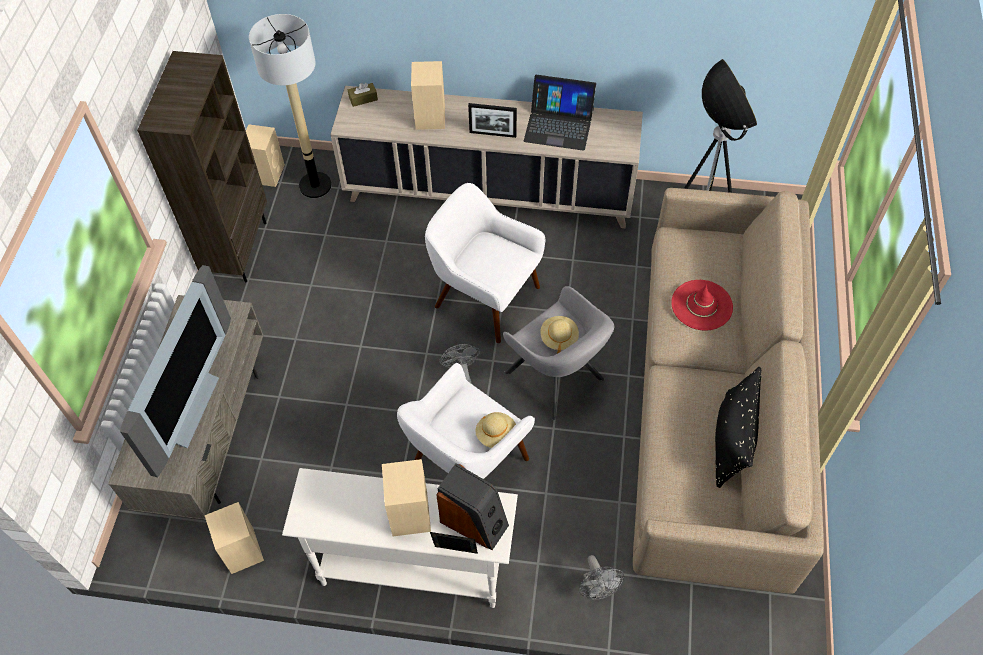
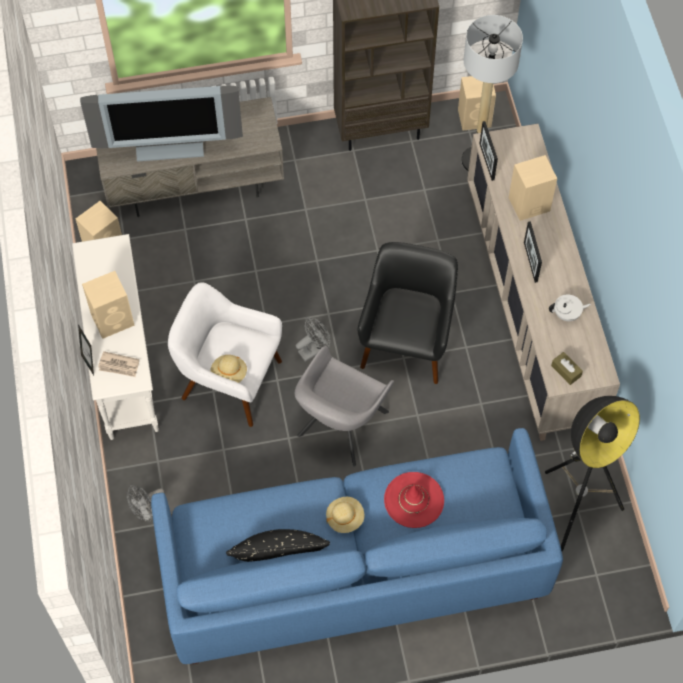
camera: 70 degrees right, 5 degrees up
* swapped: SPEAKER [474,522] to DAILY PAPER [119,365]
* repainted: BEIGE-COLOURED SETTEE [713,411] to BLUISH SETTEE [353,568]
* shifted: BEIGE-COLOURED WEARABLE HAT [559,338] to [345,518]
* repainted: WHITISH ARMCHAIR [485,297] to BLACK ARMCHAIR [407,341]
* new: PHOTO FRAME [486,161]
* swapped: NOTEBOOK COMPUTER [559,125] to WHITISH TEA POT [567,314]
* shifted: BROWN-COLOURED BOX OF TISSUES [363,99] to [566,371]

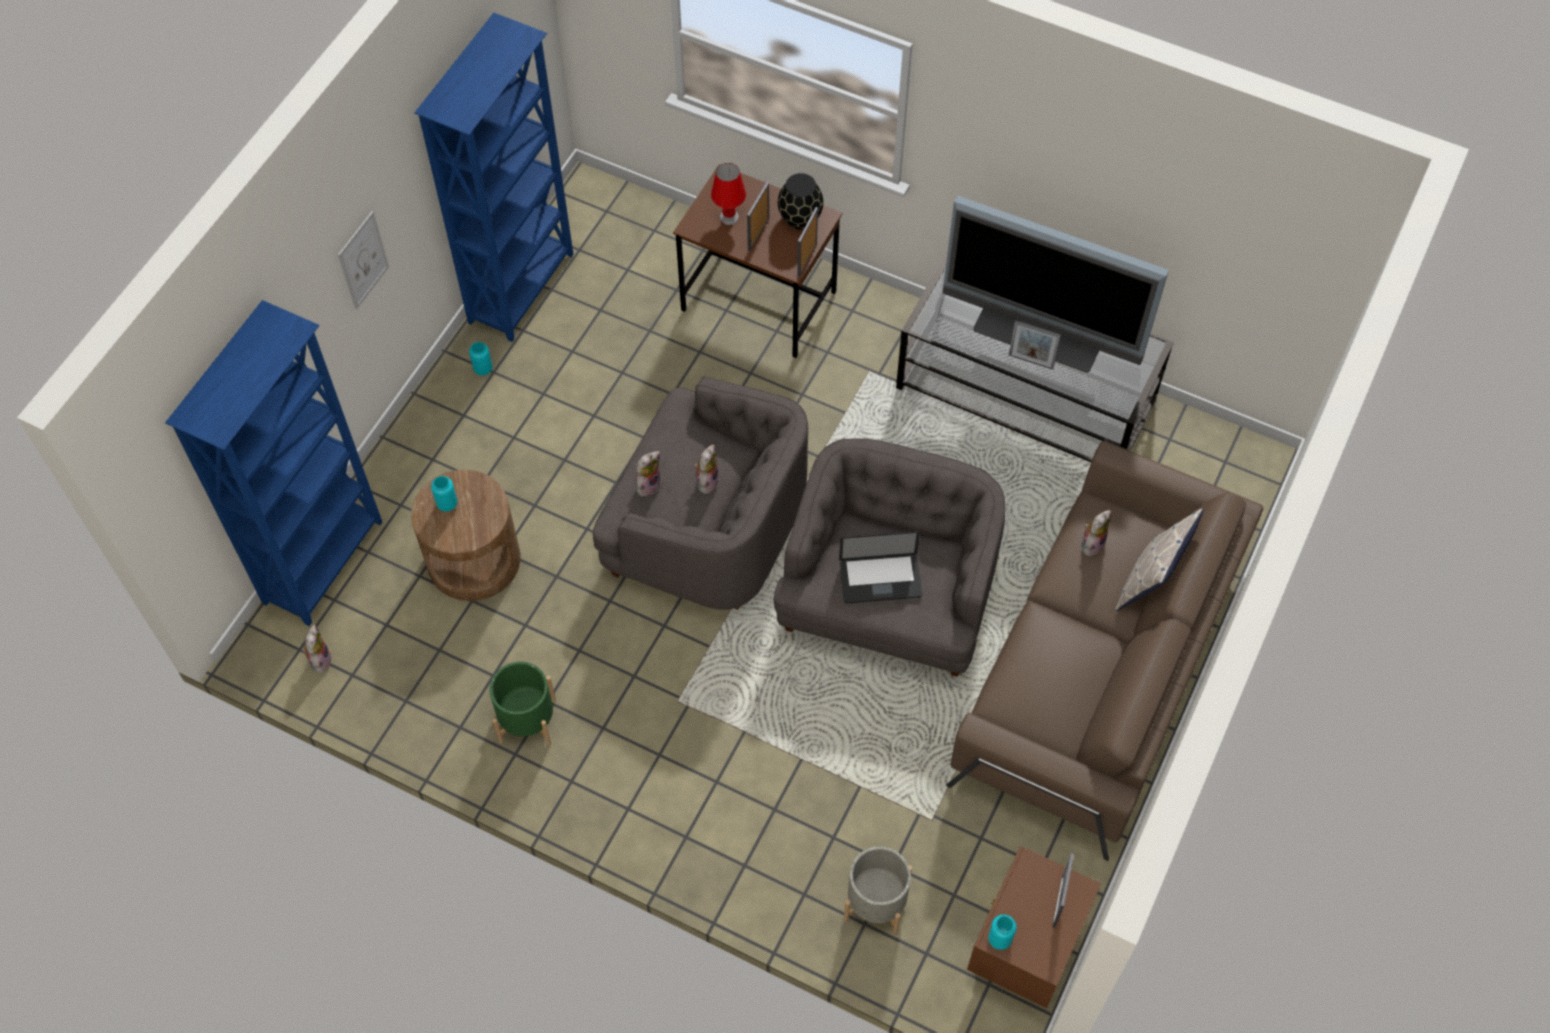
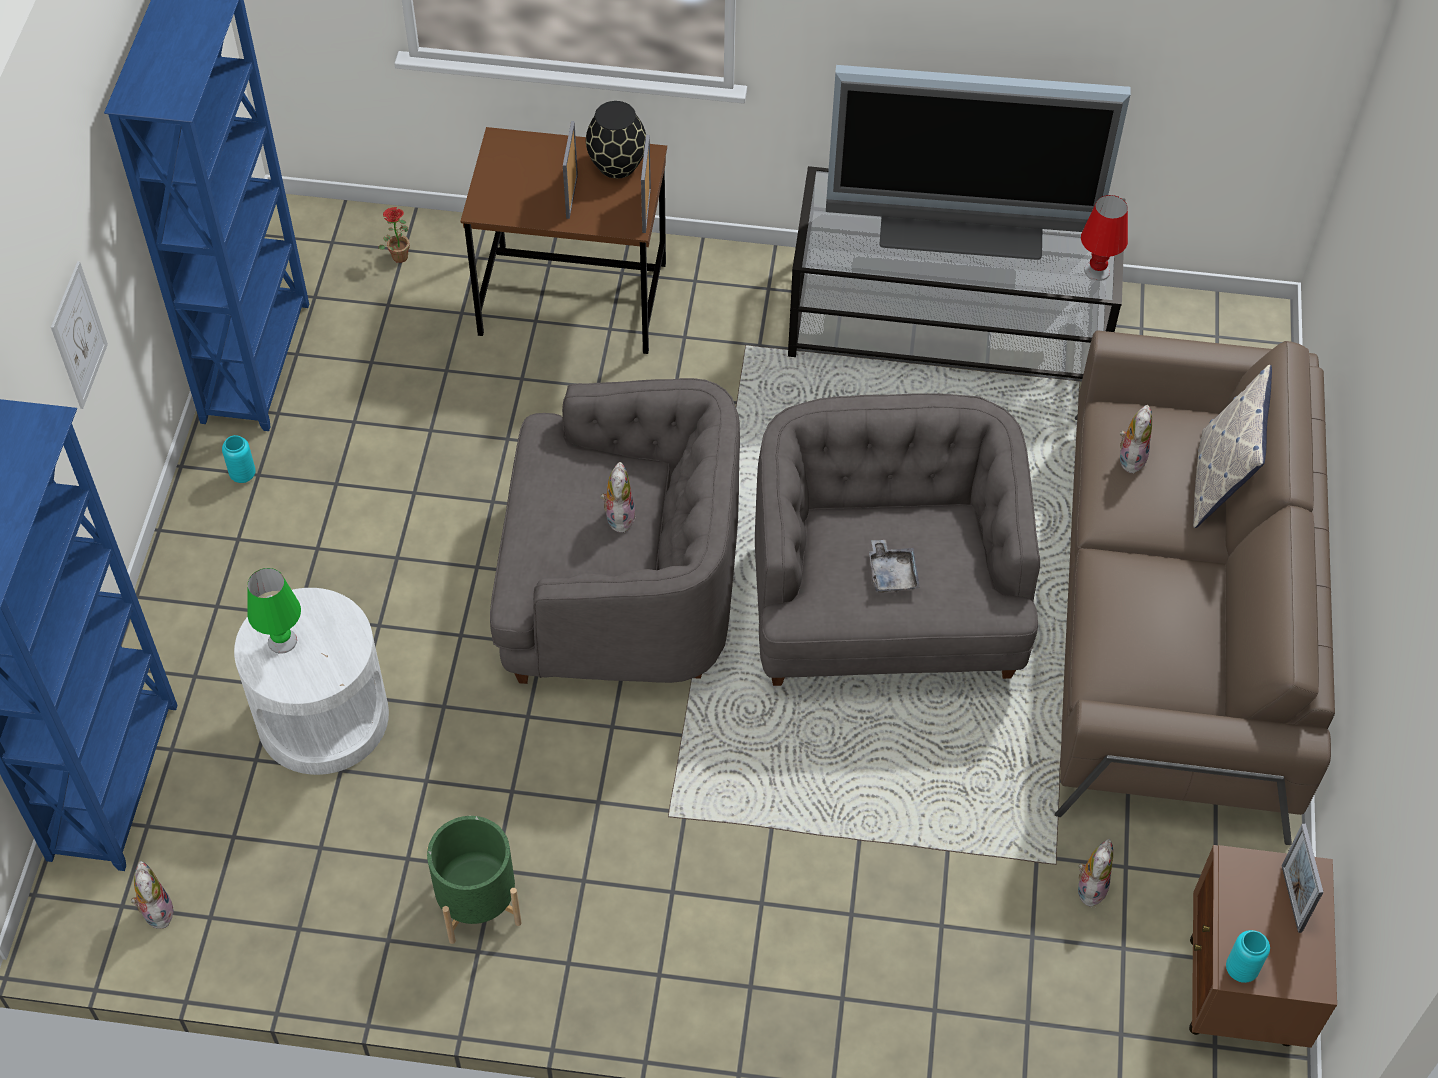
camera: 20 degrees left, 5 degrees down
* repainted: BROWN-COLOURED ACCENT TABLE [474,559] to WHITISH ACCENT TABLE [323,717]
* swapped: TURQUOISE-COLOURED VASE [447,504] to GREEN LAMP FOR A TABLE [282,641]
* new: POTTED PLANT [398,254]
* swapped: NOTEBOOK COMPUTER [880,579] to GREY CARRYING TRAY [892,573]
* shifted: SOFT TOY [648,484] to [1090,886]
* shifted: RED LAMP FOR A TABLE [729,217] to [1097,271]
* gone: GREY PLANT POT [876,902]
* gone: PHOTO FRAME [1030,361]

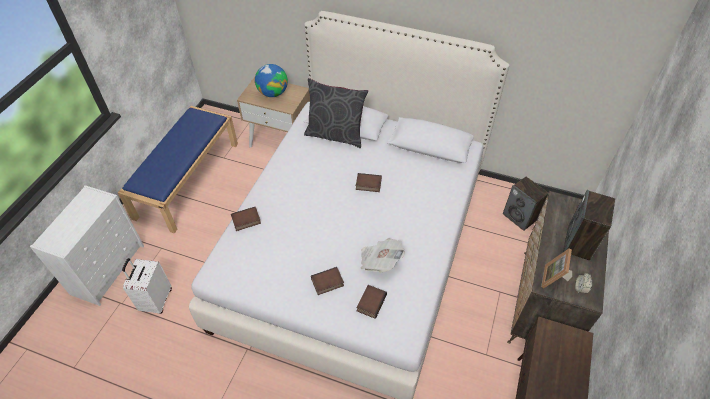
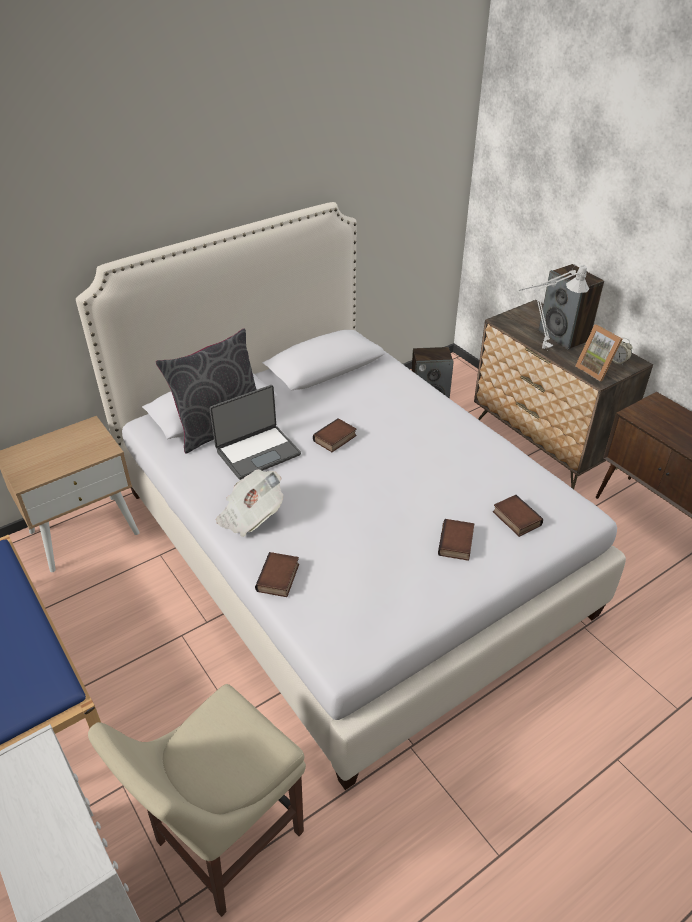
camera: 55 degrees left, 10 degrees down
* swapped: WHITISH PIECE OF LUGGAGE [156,300] to BEIGE-COLOURED UPRIGHT CHAIR [223,841]
* new: NOTEBOOK COMPUTER [257,452]
* shifted: DAILY PAPER [380,261] to [250,515]
* new: GREY LAMP FOR A TABLE [539,347]
* gone: GLOBE [273,93]

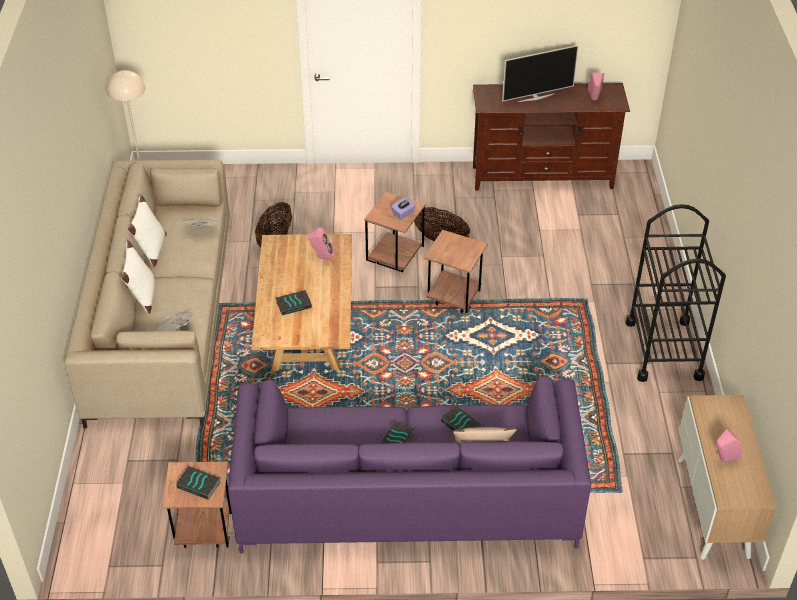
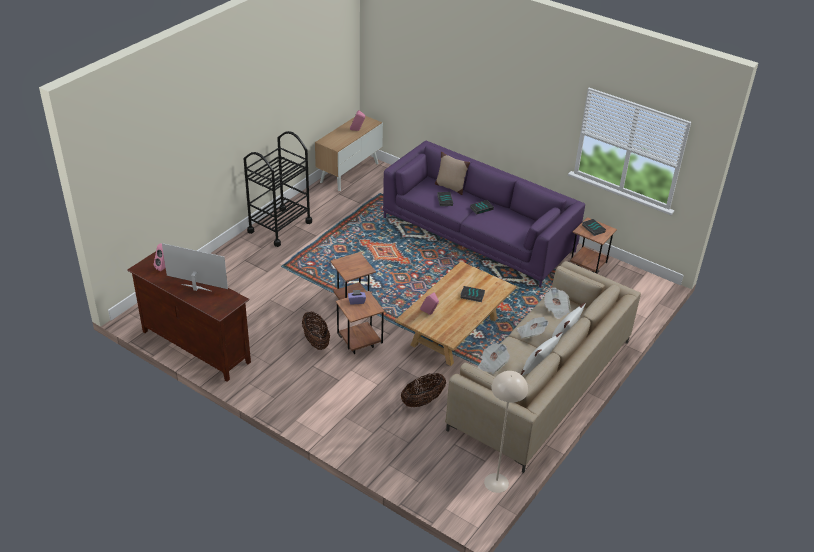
camera: 145 degrees left, 5 degrees down
* new: DAILY PAPER [531,333]

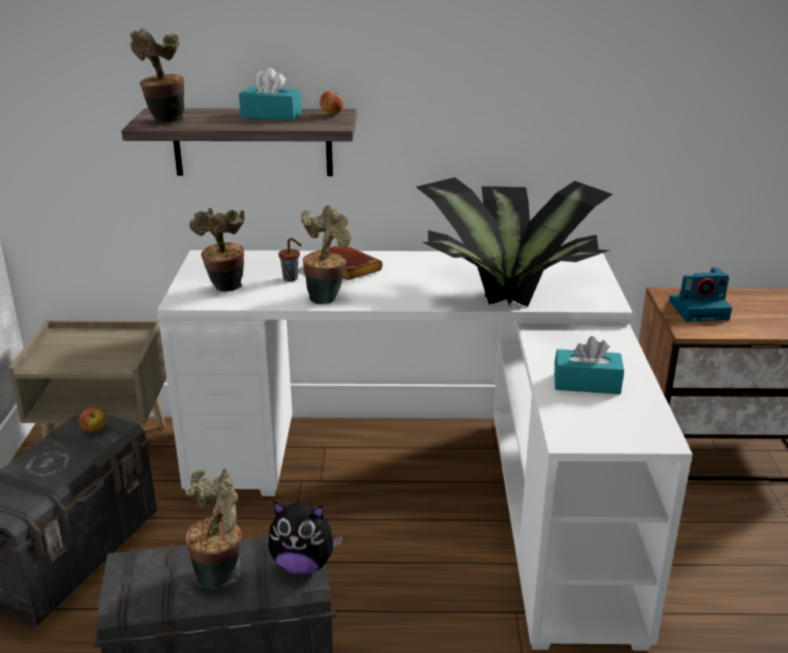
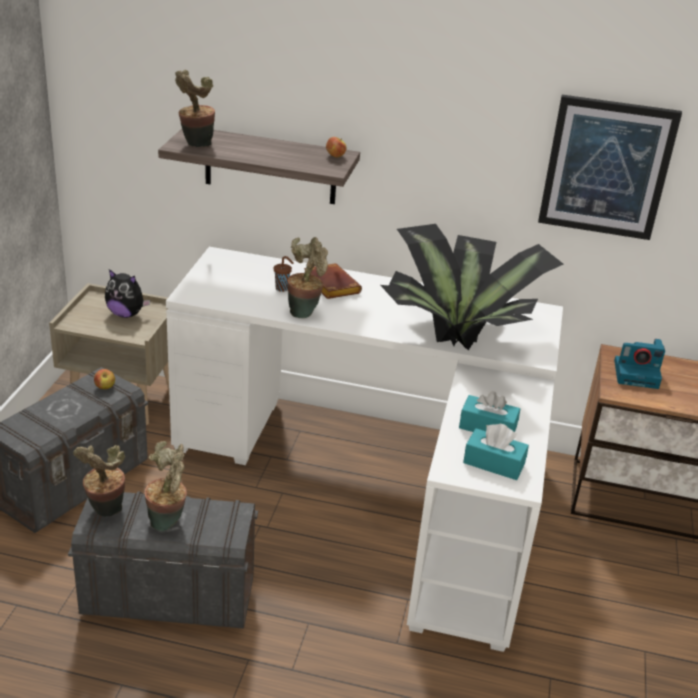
camera: 10 degrees right, 5 degrees up
* shifted: POTTED PLANT [225,289] to [105,511]
* shifted: SOFT TOY [303,564] to [126,314]
* shifted: TURQUOISE-COLOURED BOX OF TISSUES [271,115] to [494,463]
* new: WALL ART [606,167]

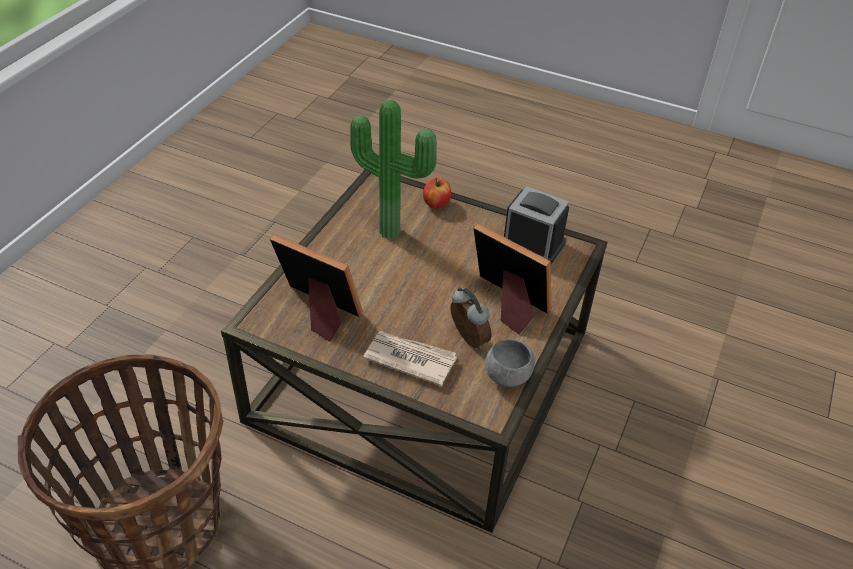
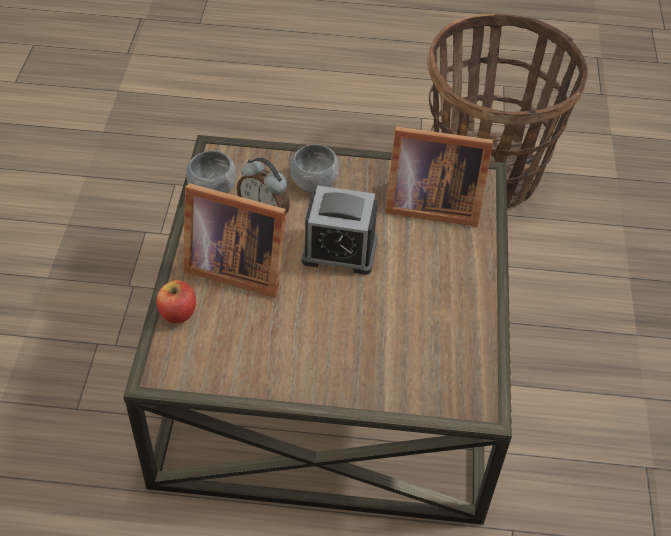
camera: 160 degrees right, 5 degrees up
* shifted: APPLE [436,203] to [177,313]
* swapped: DAILY PAPER [409,359] to GREY SERVING BOWL [314,183]
* shifted: BEDSIDE CLOCK [532,243] to [339,251]
* gone: POTTED PLANT [391,229]

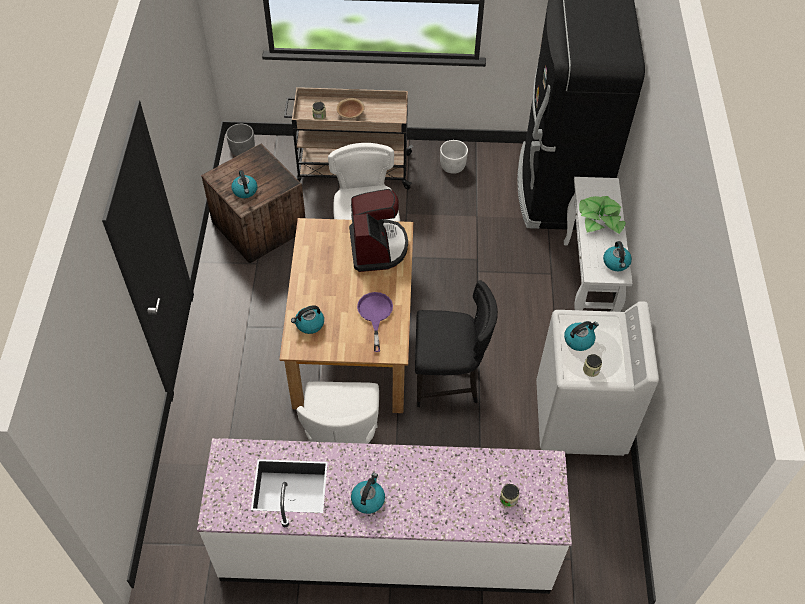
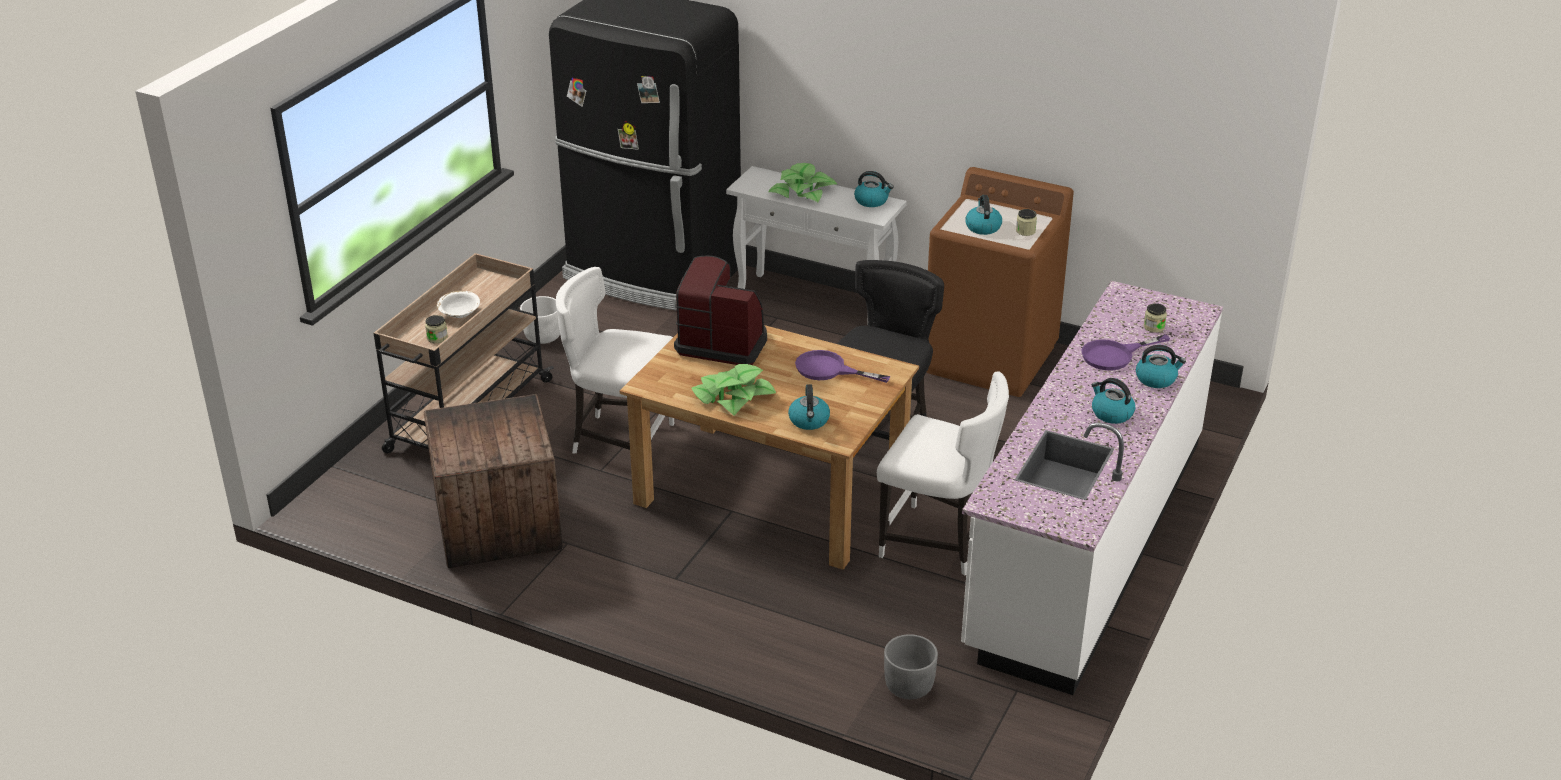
camera: 65 degrees left, 20 degrees down
* repainted: BROWN-COLOURED SERVING BOWL [350,114] to WHITISH SERVING BOWL [459,313]
* new: POTTED PLANT [733,397]
* shifted: GREY PLANT POT [242,150] to [908,686]
* repainted: WHITISH WASHING MACHINE [580,418] to BROWN-COLOURED WASHING MACHINE [991,359]
* new: PURPLE FRYING PAN [1115,355]
* shifted: TEA KETTLE [245,191] to [1156,379]

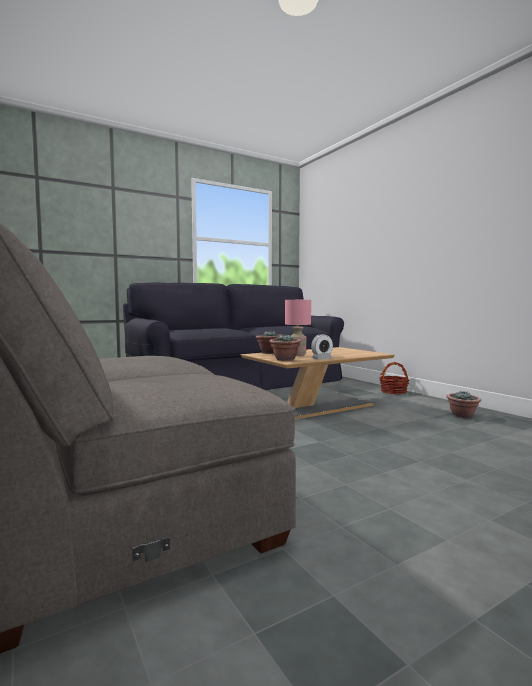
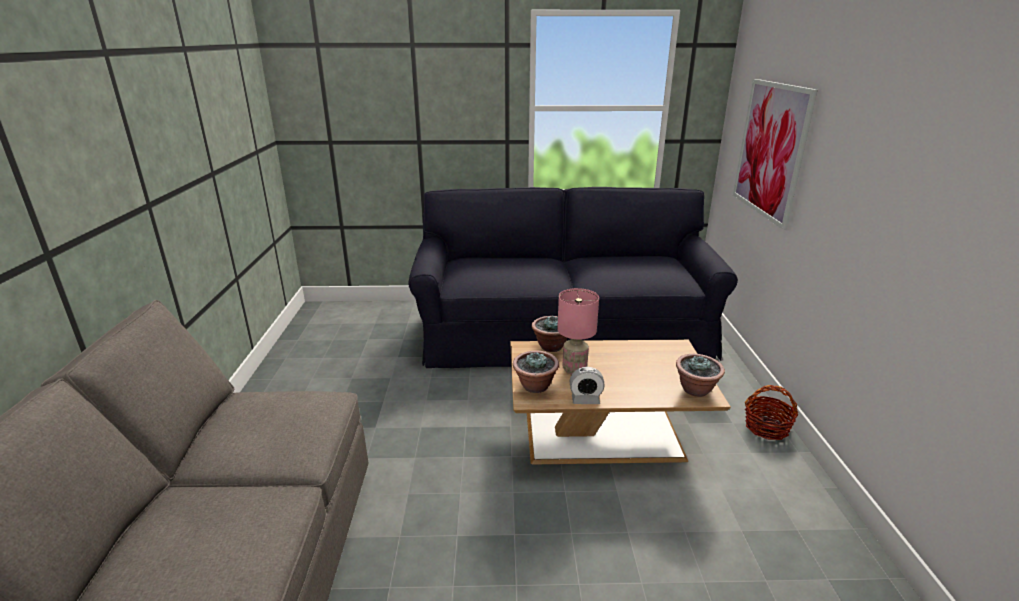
camera: 30 degrees right, 20 degrees up
* shifted: POTTED PLANT [462,416] to [696,390]
* new: WALL ART [770,150]

